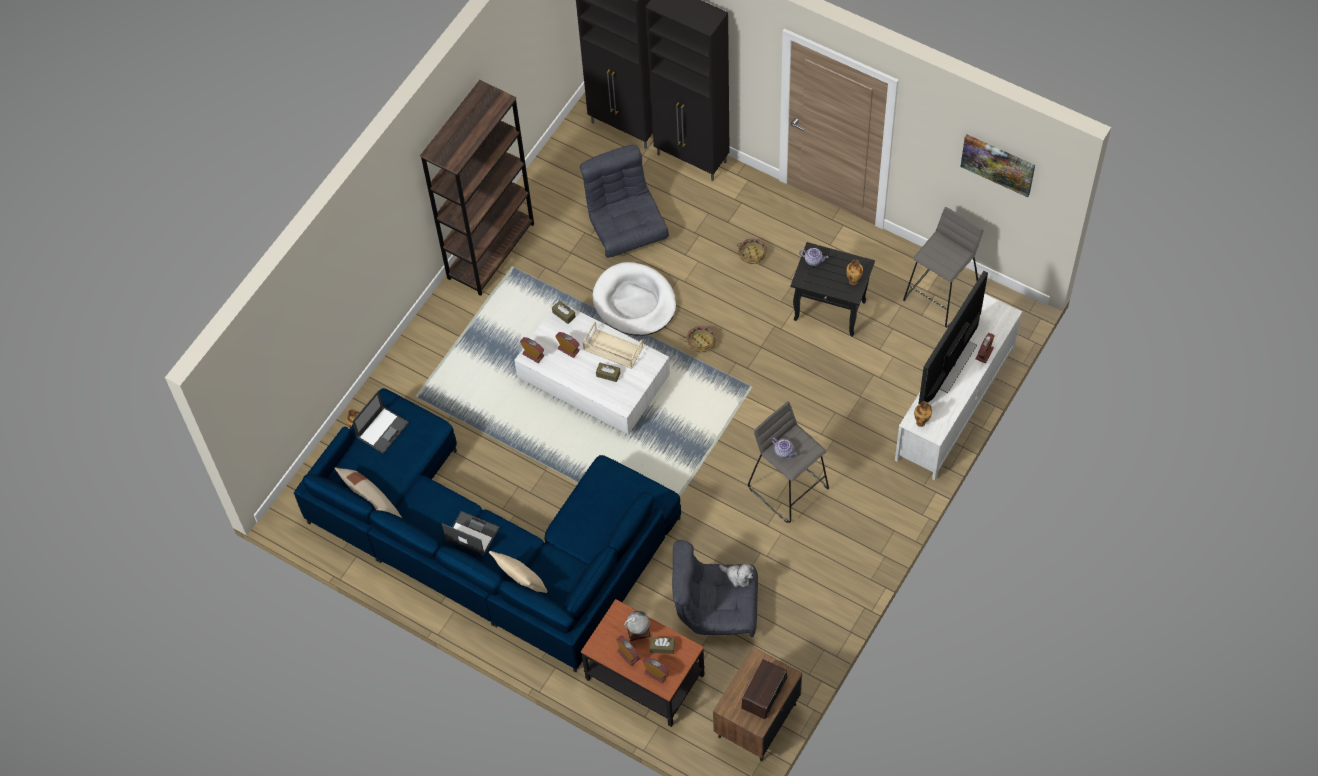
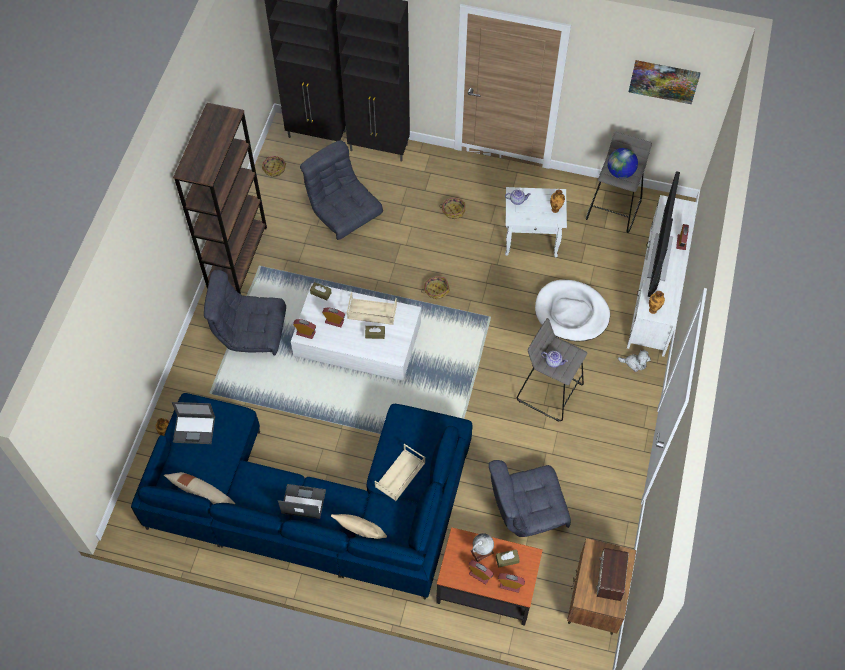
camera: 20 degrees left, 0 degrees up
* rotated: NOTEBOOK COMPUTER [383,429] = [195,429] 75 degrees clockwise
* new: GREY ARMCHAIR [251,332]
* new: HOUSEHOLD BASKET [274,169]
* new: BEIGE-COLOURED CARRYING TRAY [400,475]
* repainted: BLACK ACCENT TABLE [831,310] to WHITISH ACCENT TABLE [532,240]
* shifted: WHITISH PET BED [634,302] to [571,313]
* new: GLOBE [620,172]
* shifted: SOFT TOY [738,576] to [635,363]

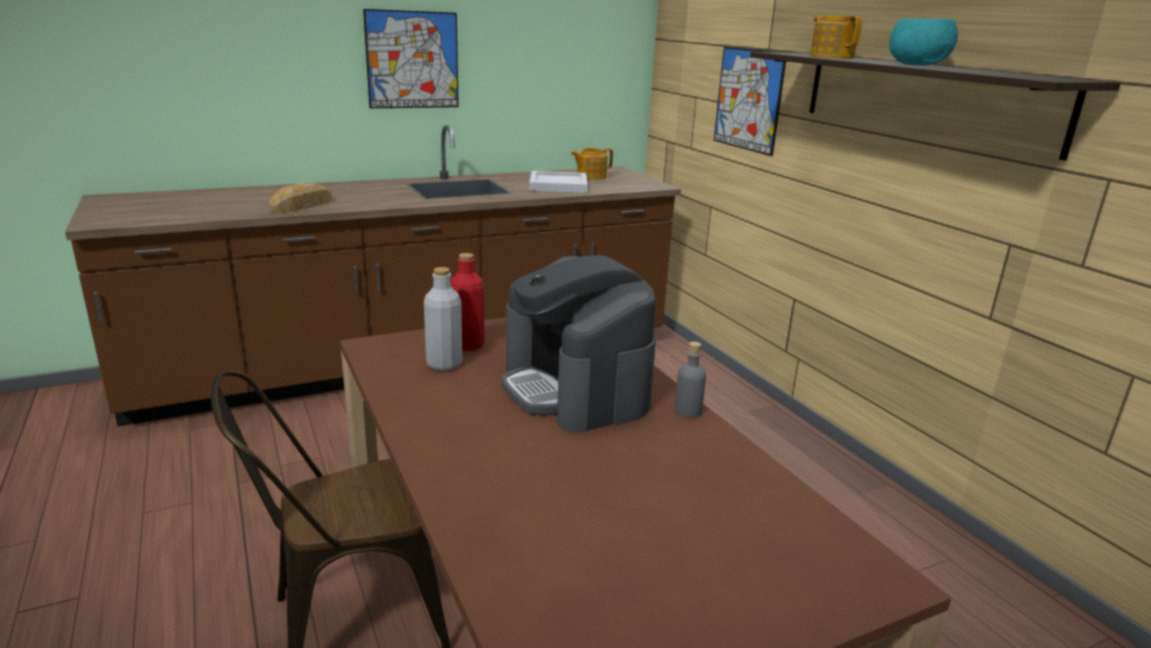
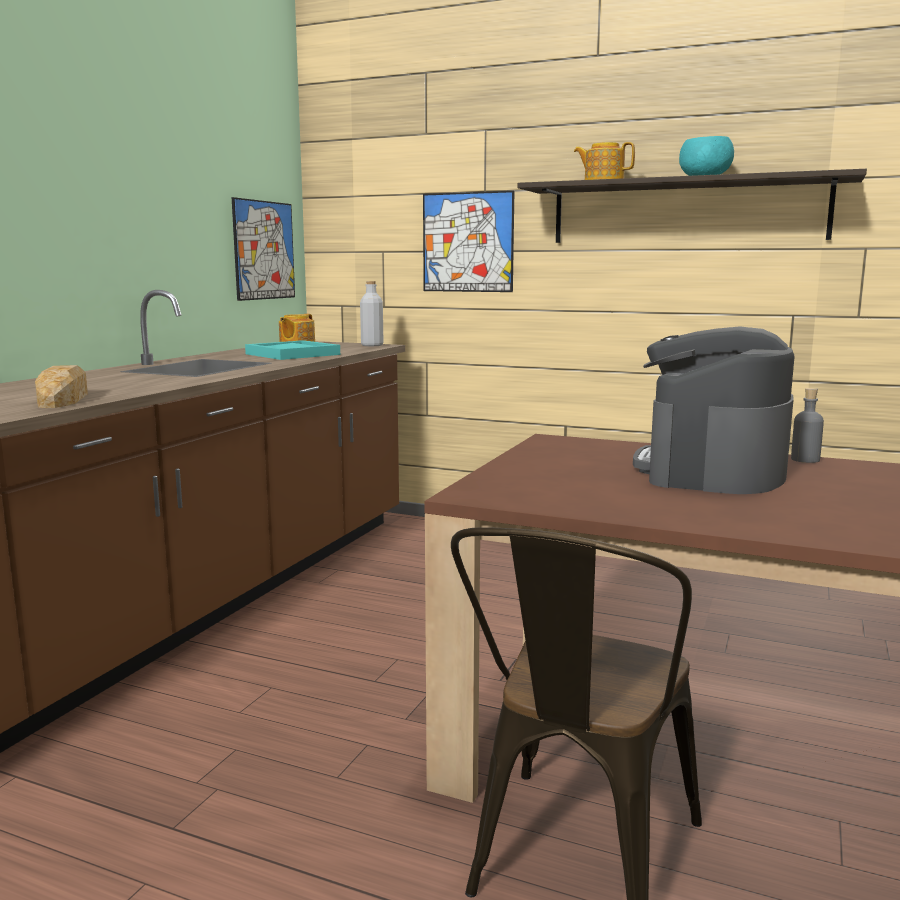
camera: 40 degrees left, 10 degrees down
* shifted: WALL ART [412,60] to [264,250]
* repainted: WHITISH CARRYING TRAY [559,185] to TURQUOISE-COLOURED CARRYING TRAY [293,354]
* shifted: GREY BOTTLE [444,364] to [372,345]
* rotated: COFFEE MACHINE [576,389] = [711,470] 90 degrees clockwise
* gone: RED BOTTLE [467,345]

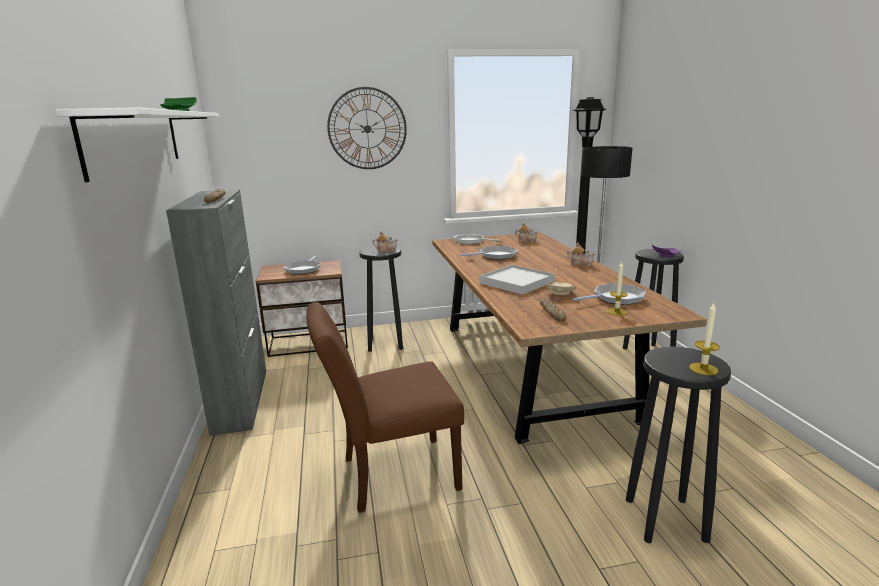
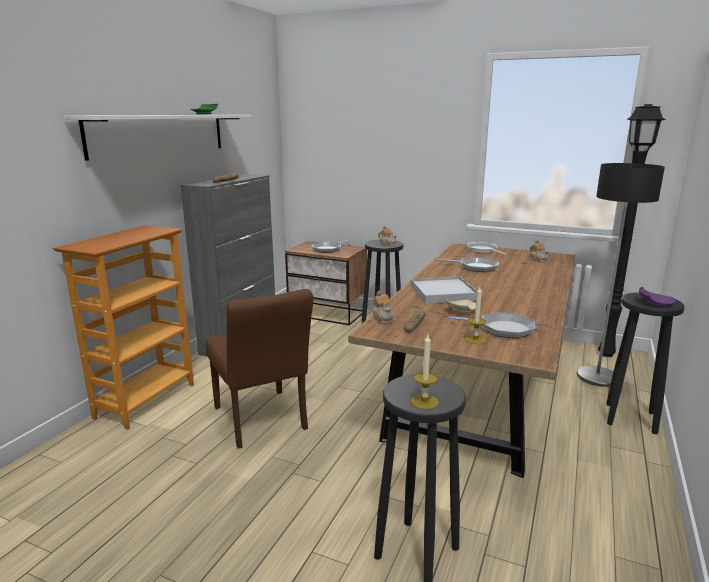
camera: 35 degrees right, 0 degrees up
* new: SHELVING UNIT [145,400]
* rotated: BROWN-COLOURED UPRIGHT CHAIR [390,475] = [262,422] 135 degrees counterclockwise
* shifted: TEA POT [580,264] to [383,319]
* gone: CLOCK ON THE WALL [367,129]

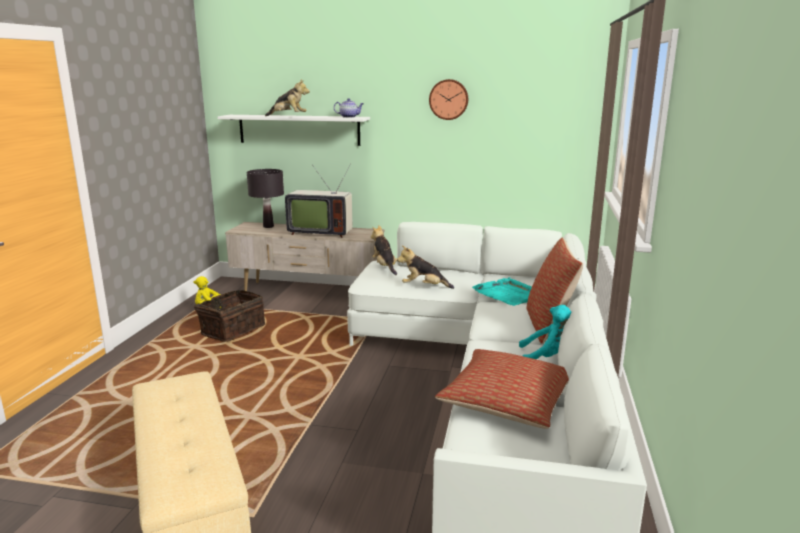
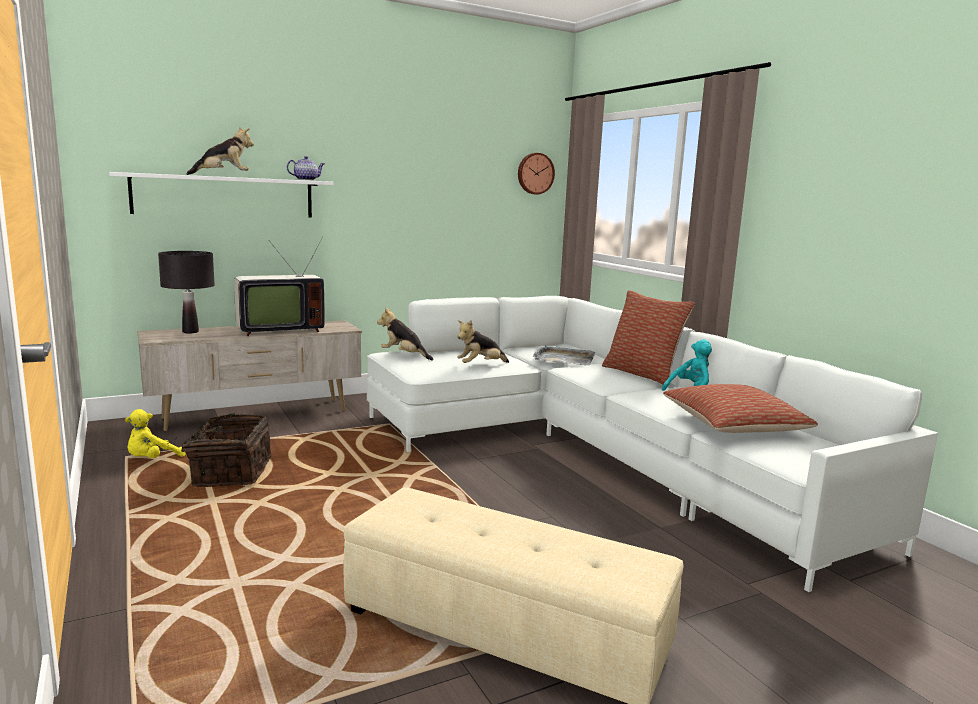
camera: 40 degrees left, 5 degrees down
* shifted: CLOCK ON THE WALL [448,99] to [535,173]
* repainted: TURQUOISE-COLOURED CARRYING TRAY [508,294] to GREY CARRYING TRAY [563,359]

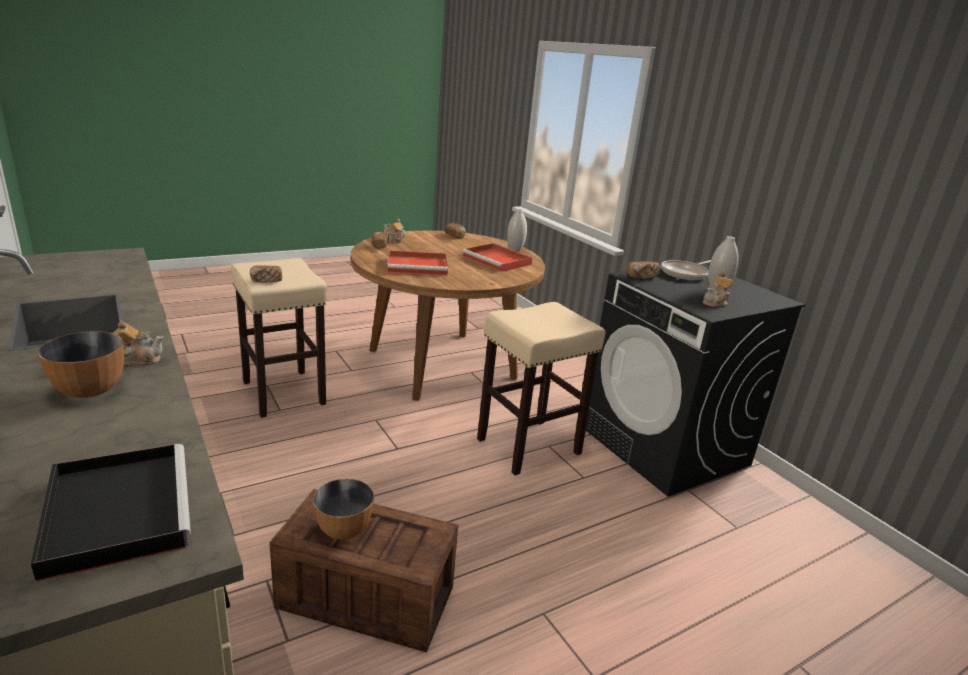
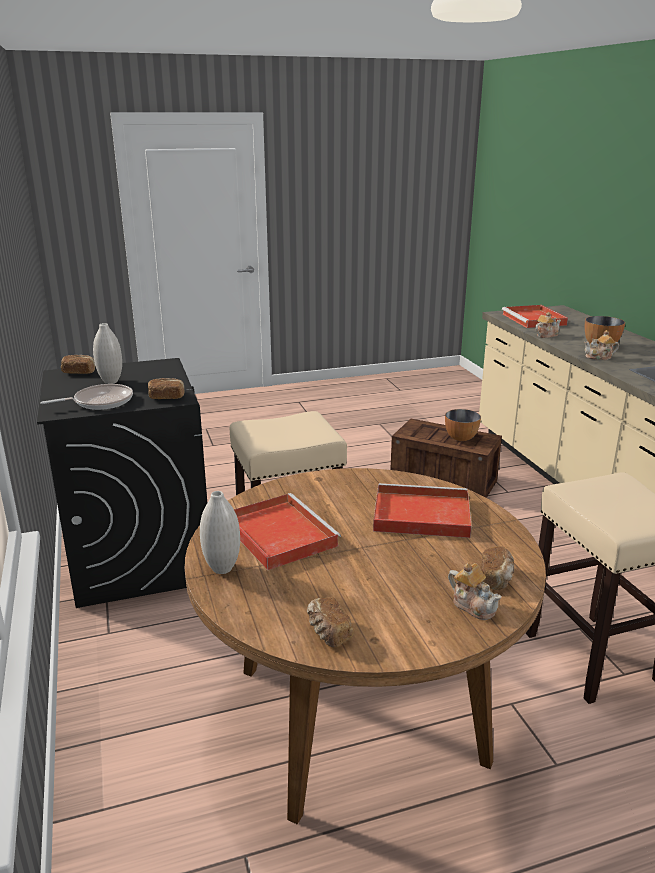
camera: 165 degrees left, 0 degrees up
* shifted: BAKED BREAD [266,281] to [79,372]
* repainted: BLACK CARRYING TRAY [117,510] to RED CARRYING TRAY [534,319]
* shifted: TEA POT [715,303] to [546,335]

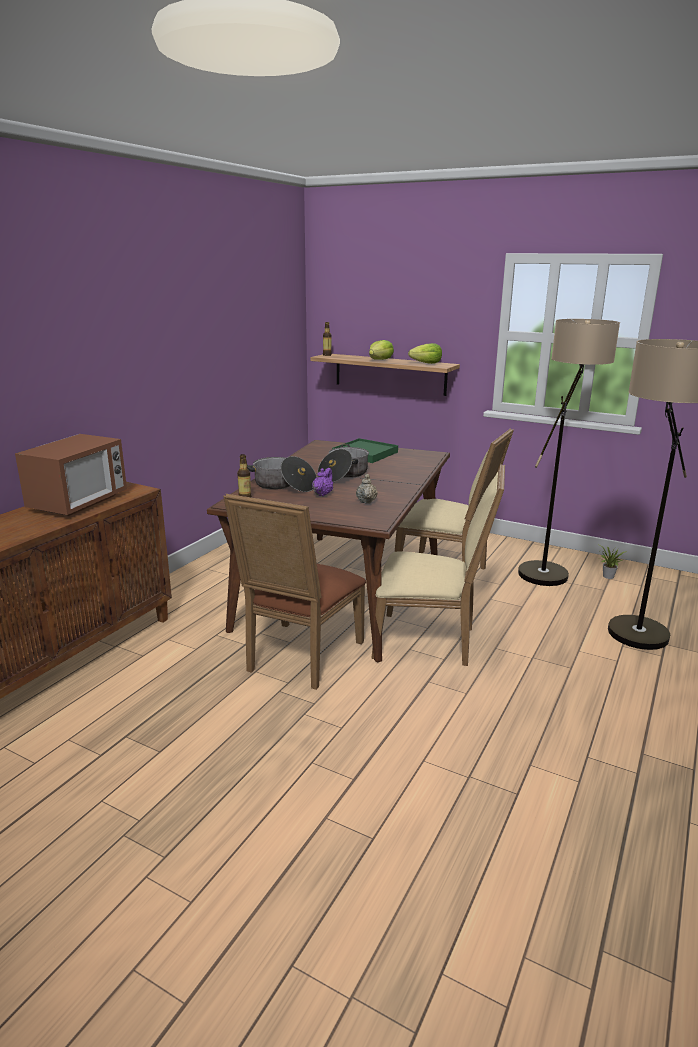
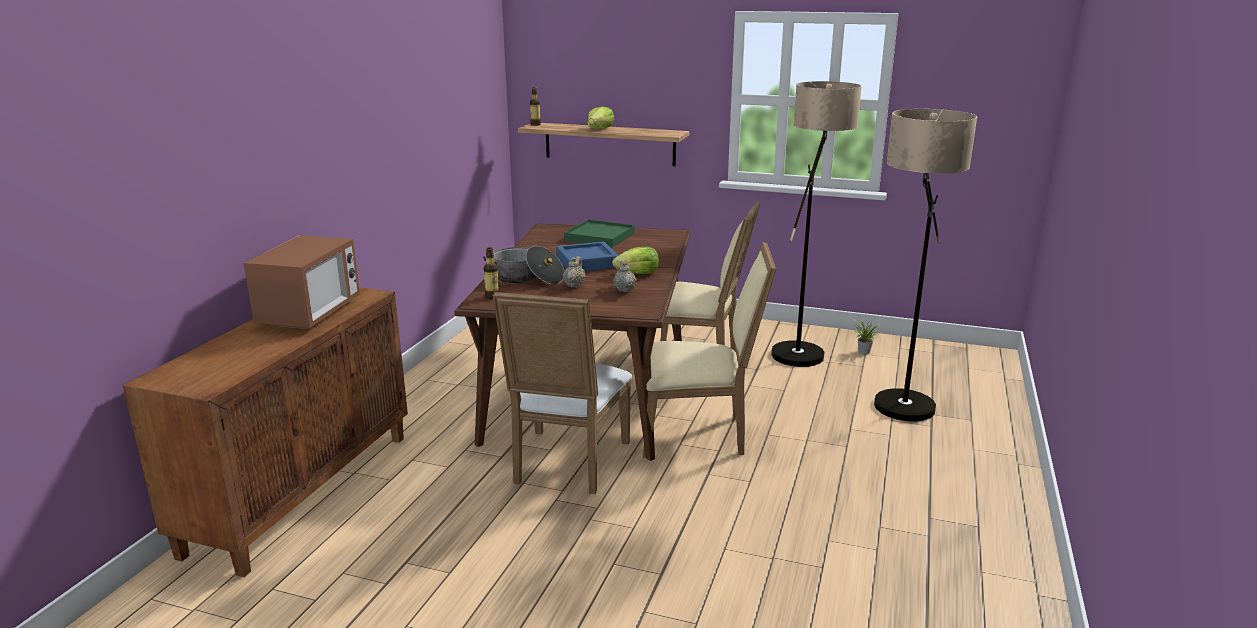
camera: 10 degrees left, 0 degrees up
* repainted: BROWN-COLOURED UPRIGHT CHAIR [299,658] to WHITISH UPRIGHT CHAIR [566,465]
* swapped: SAUCEPOT [343,475] to BLUISH CARRYING TRAY [587,262]
* repainted: PURPLE TEA POT [323,494] to BEIGE-COLOURED TEA POT [574,285]
* shifted: HEAD OF LETTUCE [426,363] to [638,273]

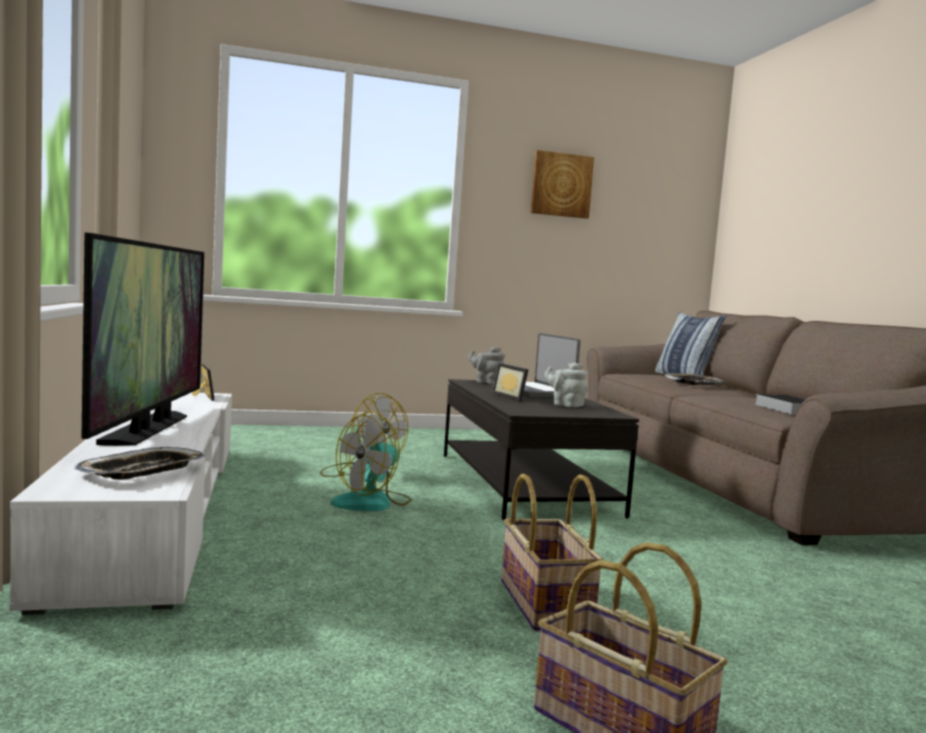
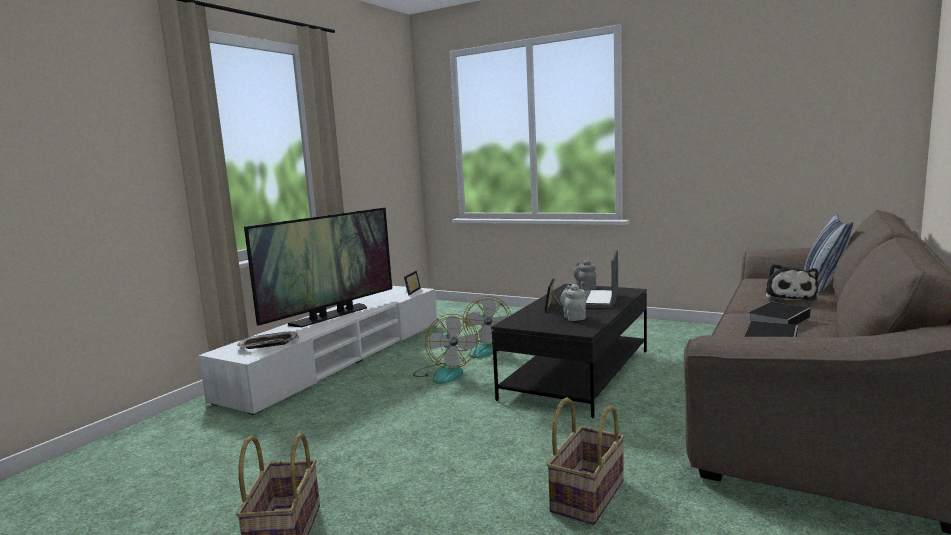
camera: 45 degrees right, 5 degrees up
* rotated: ELECTRIC FAN [373,502] = [445,373] 105 degrees counterclockwise
* shifted: HOUSEHOLD BASKET [542,603] to [586,495]
* new: VOLUME [779,319]
* swapped: CARRYING TRAY [693,383] to SOFT TOY [789,297]
* gone: WALL ART [561,185]

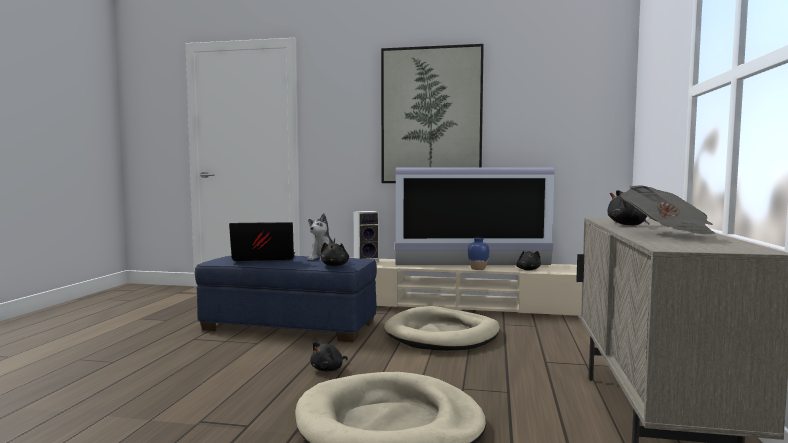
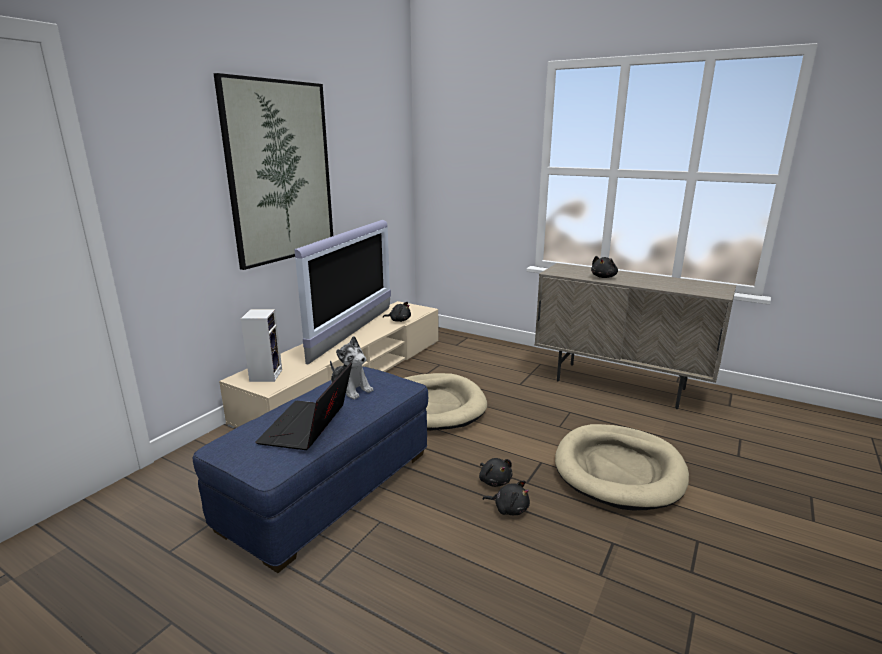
camera: 70 degrees left, 15 degrees up
* shifted: BLACK SOFT TOY [335,265] to [509,508]
* gone: BLUISH VASE [478,268]
* gone: DAILY PAPER [668,235]

